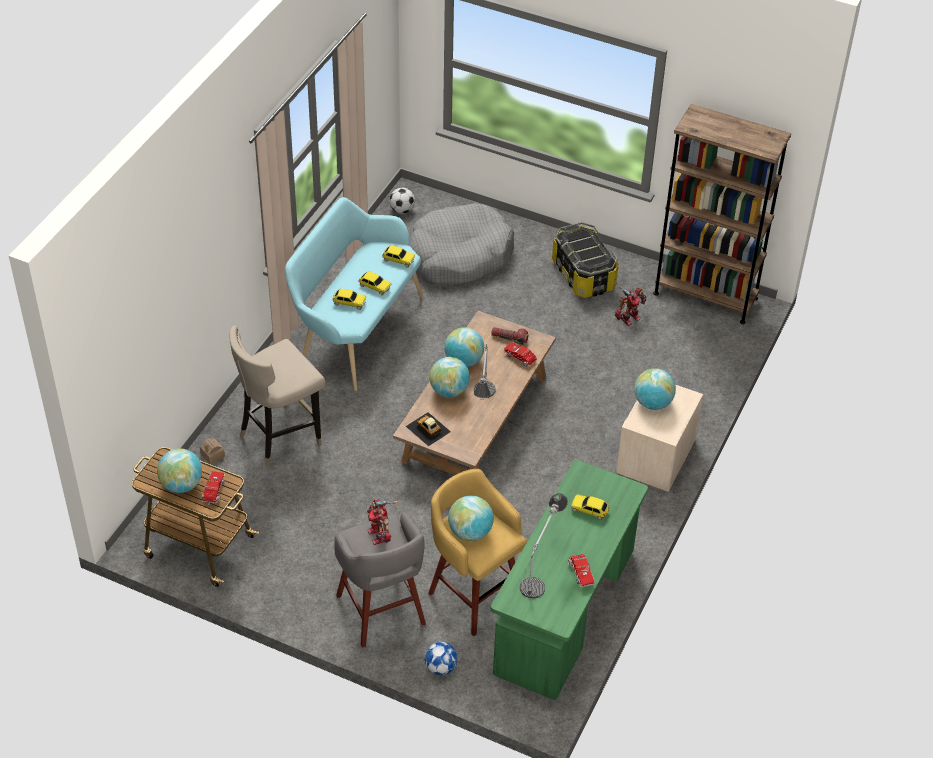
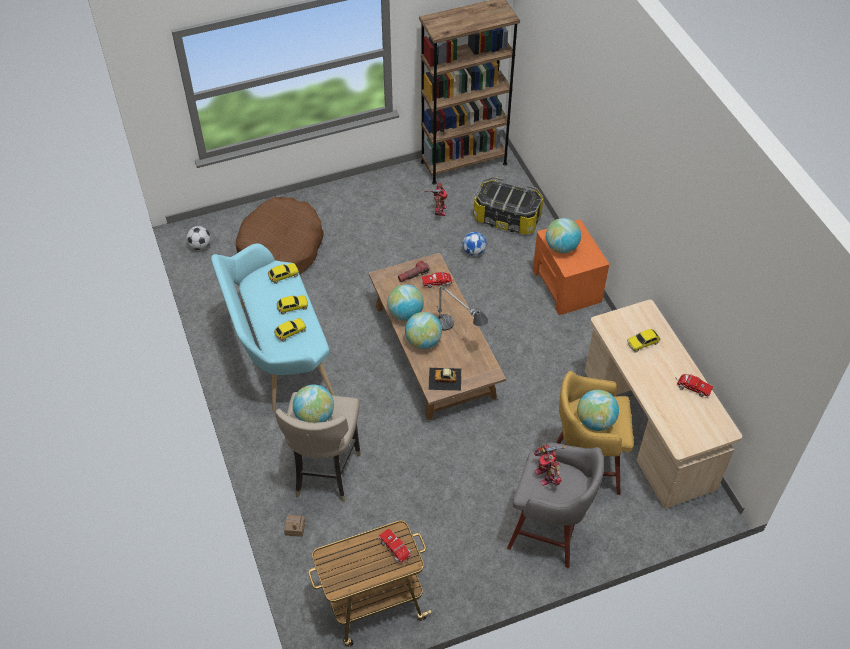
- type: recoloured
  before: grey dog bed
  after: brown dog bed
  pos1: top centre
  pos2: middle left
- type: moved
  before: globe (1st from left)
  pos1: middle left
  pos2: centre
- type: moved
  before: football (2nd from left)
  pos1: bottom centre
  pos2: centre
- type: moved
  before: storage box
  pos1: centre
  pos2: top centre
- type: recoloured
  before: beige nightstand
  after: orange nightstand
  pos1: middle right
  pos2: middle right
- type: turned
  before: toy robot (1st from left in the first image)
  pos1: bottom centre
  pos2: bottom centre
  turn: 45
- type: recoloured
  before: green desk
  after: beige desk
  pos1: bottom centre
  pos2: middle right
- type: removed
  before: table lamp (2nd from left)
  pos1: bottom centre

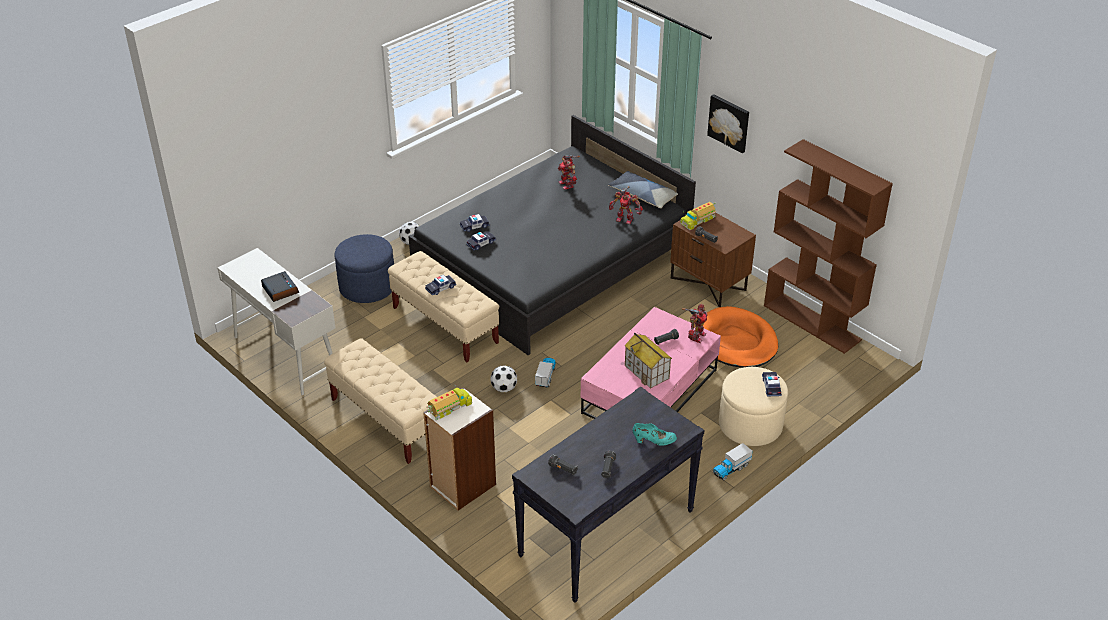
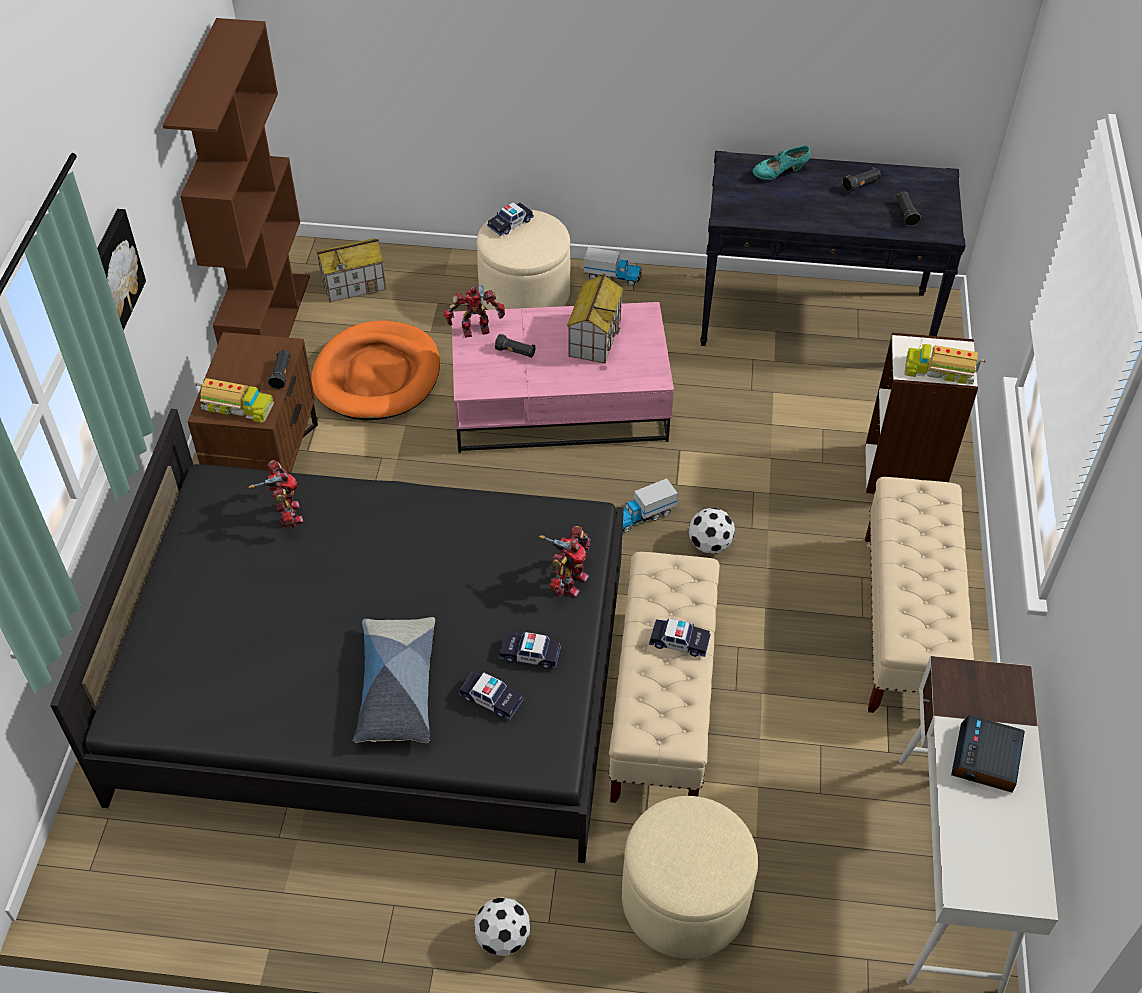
- type: added
  after: toy house (1st from left)
  pos2: top left
- type: moved
  before: pillow
  pos1: top centre
  pos2: bottom centre
- type: moved
  before: toy robot (1st from left in the first image)
  after: toy robot (3rd from left)
  pos1: top centre
  pos2: centre
- type: recoloured
  before: blue ottoman
  after: beige ottoman (2nd from left)
  pos1: middle left
  pos2: bottom centre
- type: turned
  before: turquoise shoe
  pos1: bottom centre
  pos2: top right
  turn: -75

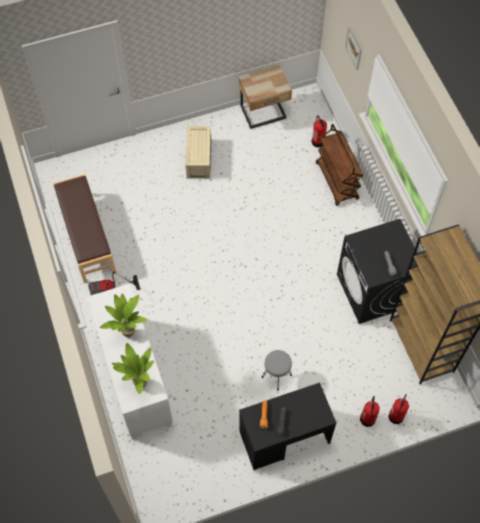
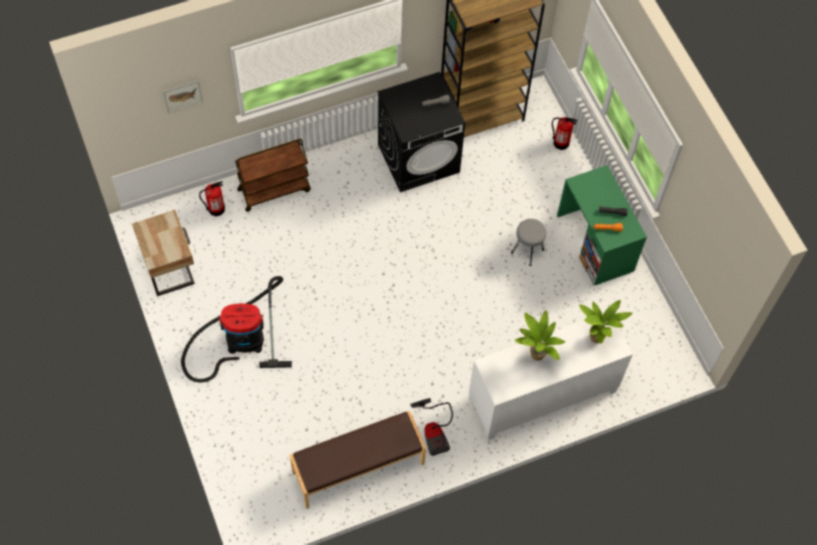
- type: replaced
  before: beige storage box
  after: vacuum cleaner (1st from left)
  pos1: top centre
  pos2: middle left
- type: recoloured
  before: black desk
  after: green desk
  pos1: bottom centre
  pos2: middle right
- type: removed
  before: fire extinguisher (2nd from left)
  pos1: bottom right

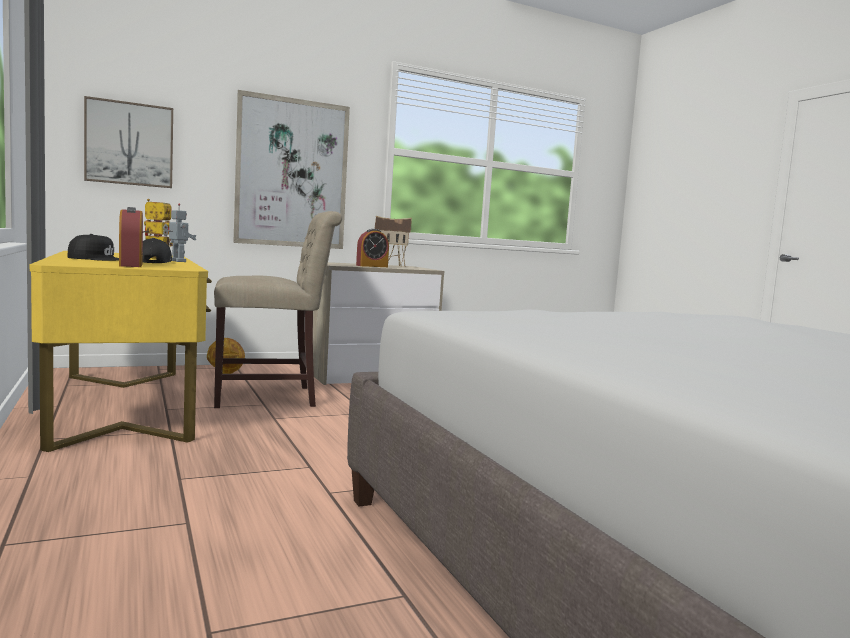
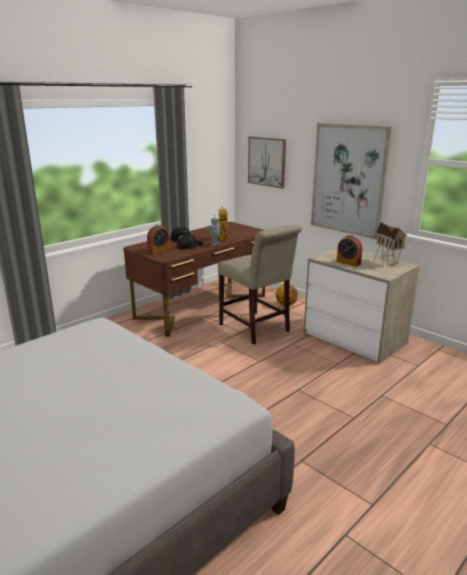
- type: recoloured
  before: yellow desk
  after: brown desk
  pos1: middle left
  pos2: centre

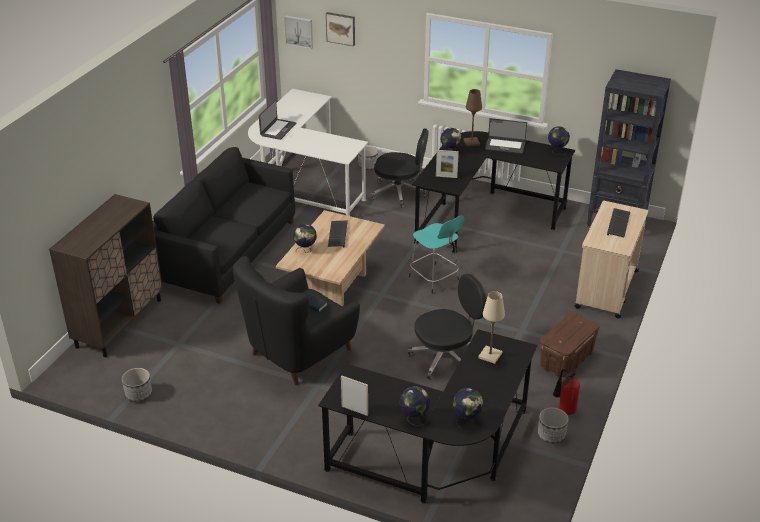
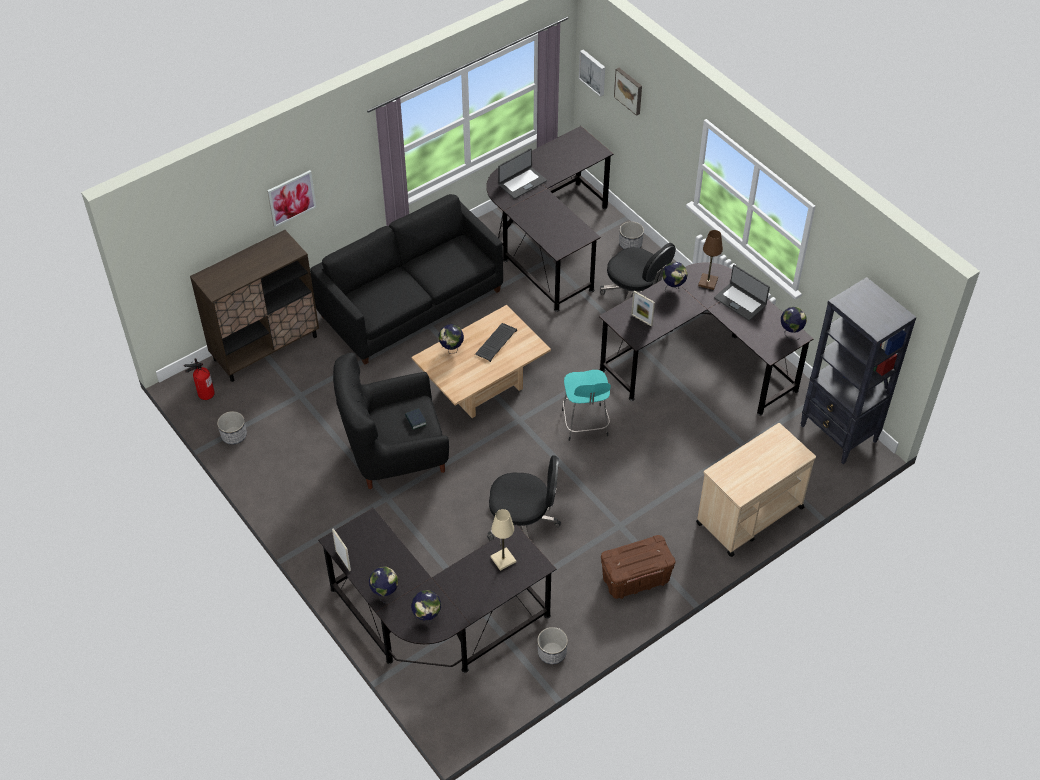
- type: moved
  before: fire extinguisher
  pos1: bottom right
  pos2: middle left
- type: added
  after: picture (1st from left)
  pos2: top left
- type: recoloured
  before: white desk
  after: black desk (2nd from left)
  pos1: top centre
  pos2: top centre
- type: removed
  before: keyboard (2nd from left)
  pos1: middle right

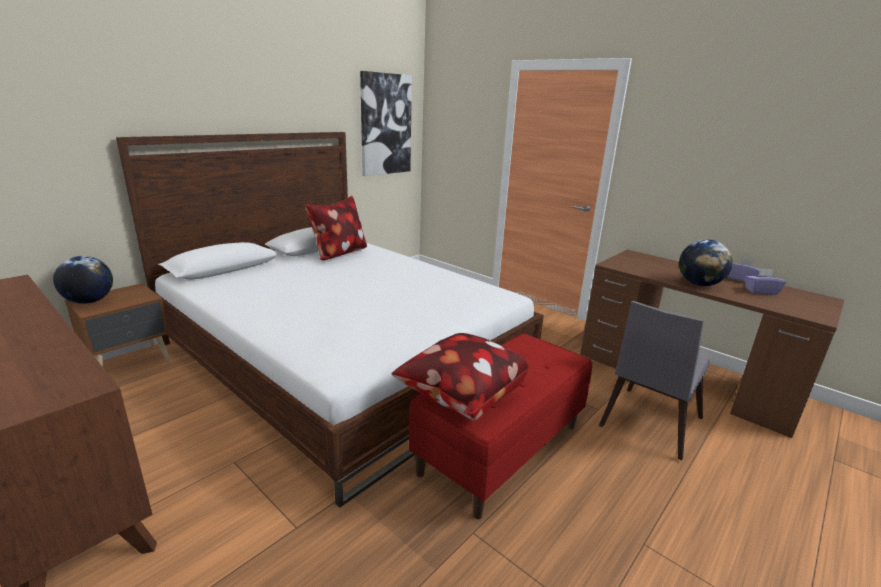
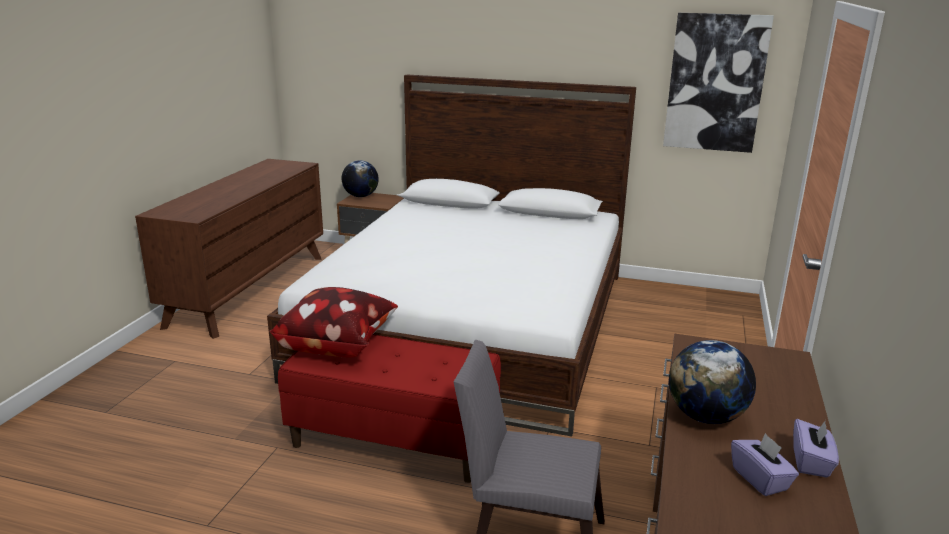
- type: removed
  before: pillow (1st from left)
  pos1: centre

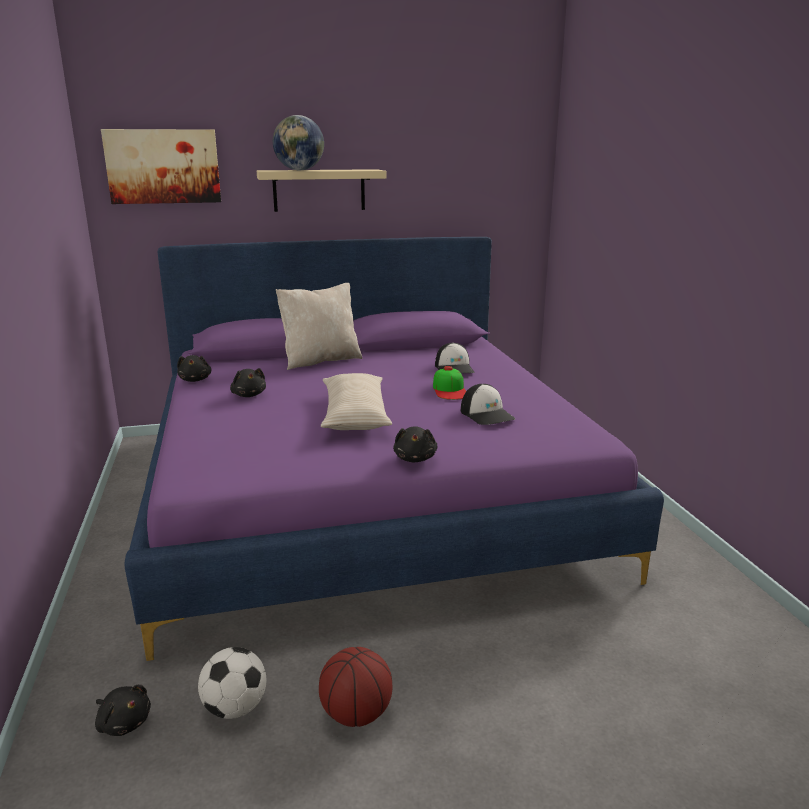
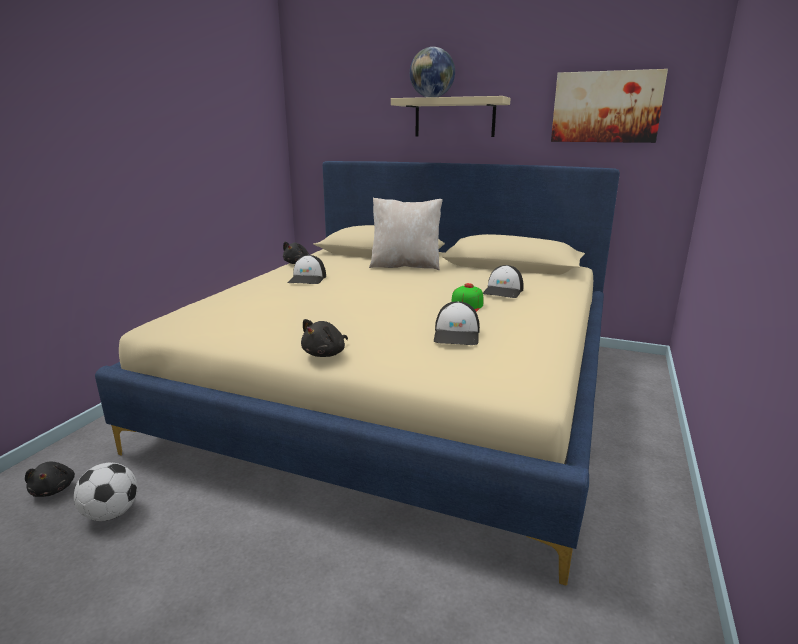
- type: recoloured
  before: purple bed
  after: beige bed
  pos1: centre
  pos2: centre
- type: replaced
  before: black plush toy (3rd from left)
  after: cap (1st from left)
  pos1: middle left
  pos2: centre
- type: moved
  before: picture
  pos1: top left
  pos2: top right
- type: removed
  before: basketball
  pos1: bottom centre
- type: removed
  before: beige pillow (2nd from left)
  pos1: centre

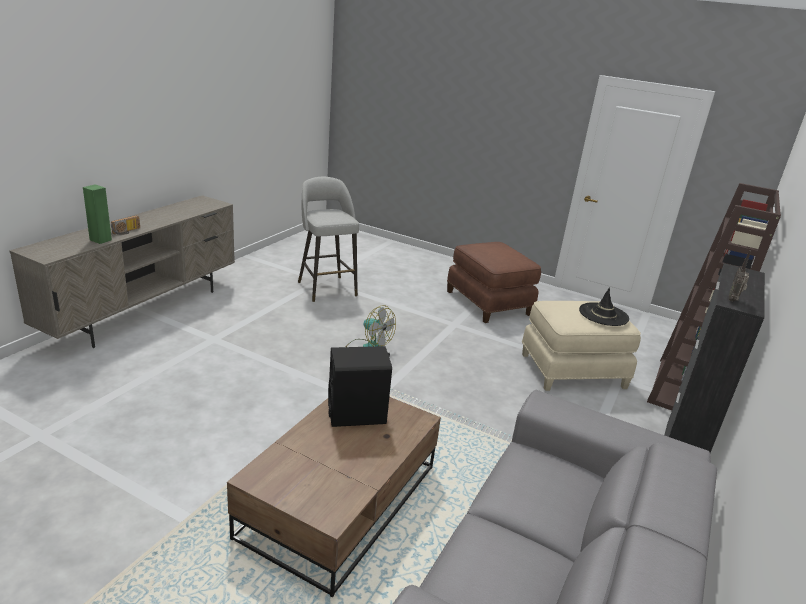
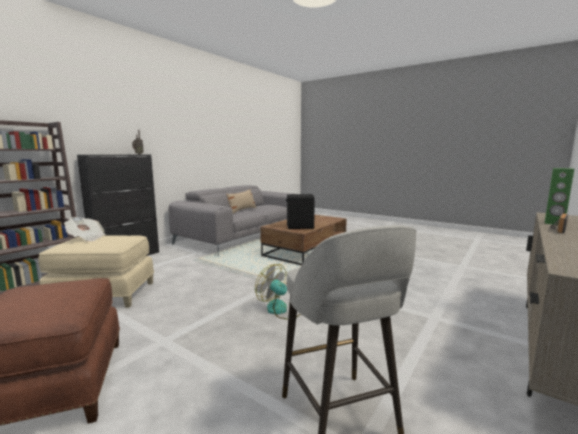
- type: replaced
  before: black hat
  after: newspaper
  pos1: middle right
  pos2: middle left
- type: added
  after: beige pillow
  pos2: centre

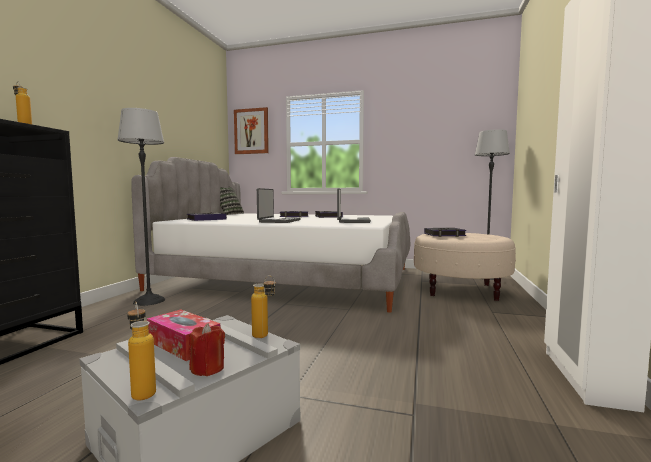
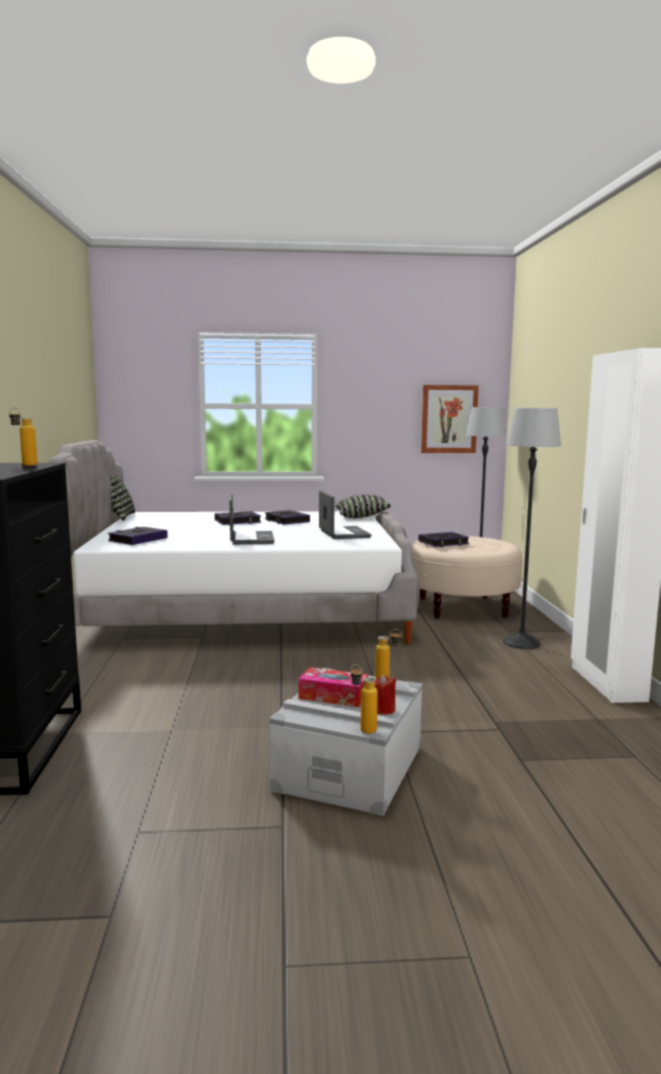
- type: added
  after: pillow (2nd from left)
  pos2: centre
- type: moved
  before: picture
  pos1: top centre
  pos2: middle right
- type: moved
  before: floor lamp (1st from left in the first image)
  after: floor lamp (2nd from left)
  pos1: middle left
  pos2: middle right

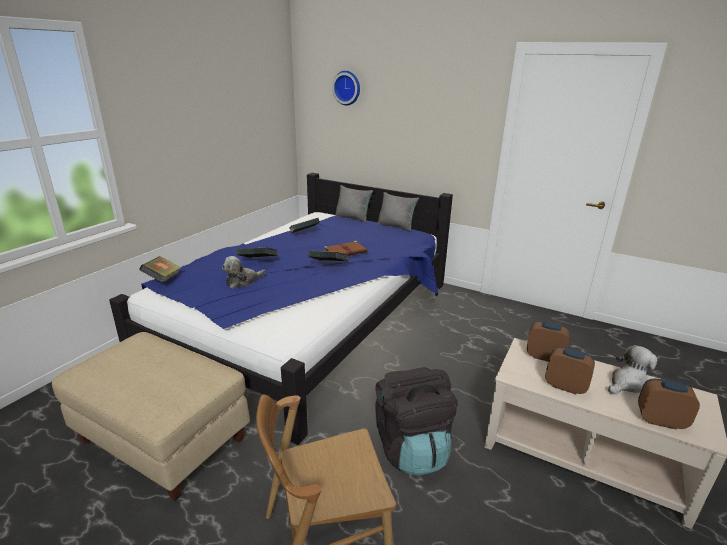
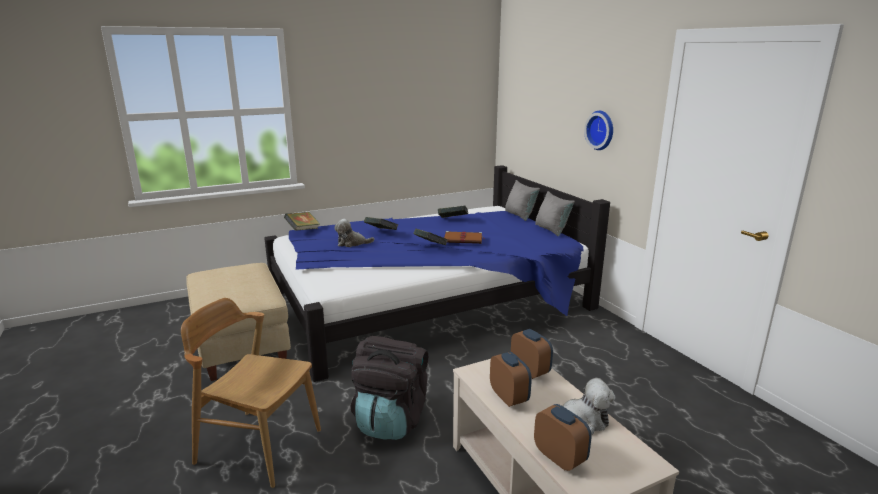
- type: moved
  before: wall clock
  pos1: top centre
  pos2: top right

